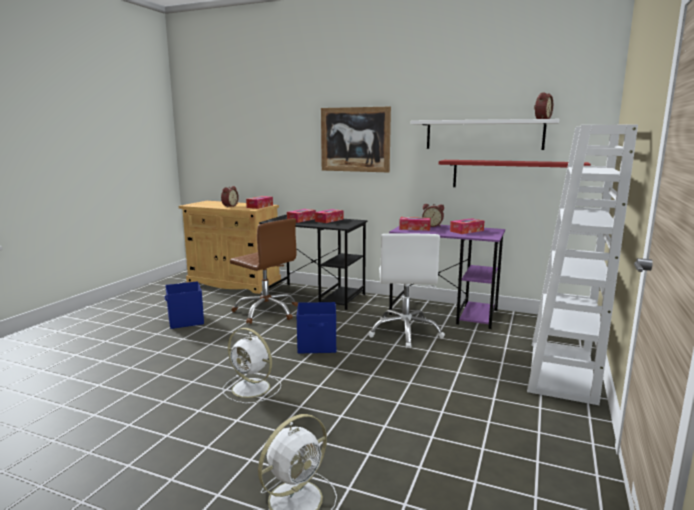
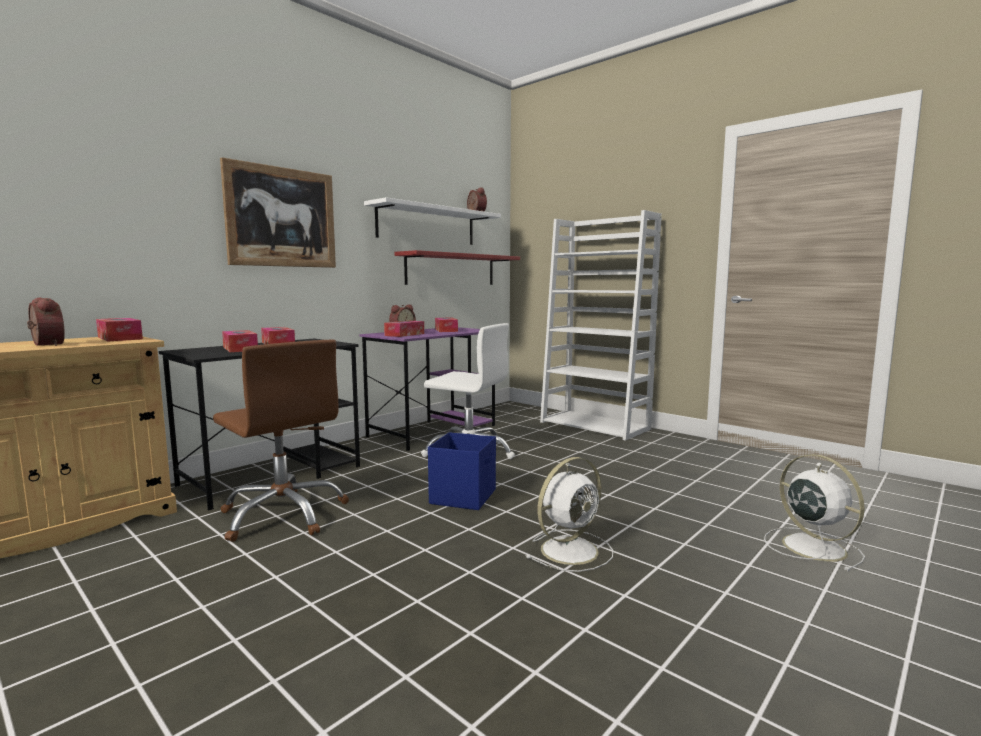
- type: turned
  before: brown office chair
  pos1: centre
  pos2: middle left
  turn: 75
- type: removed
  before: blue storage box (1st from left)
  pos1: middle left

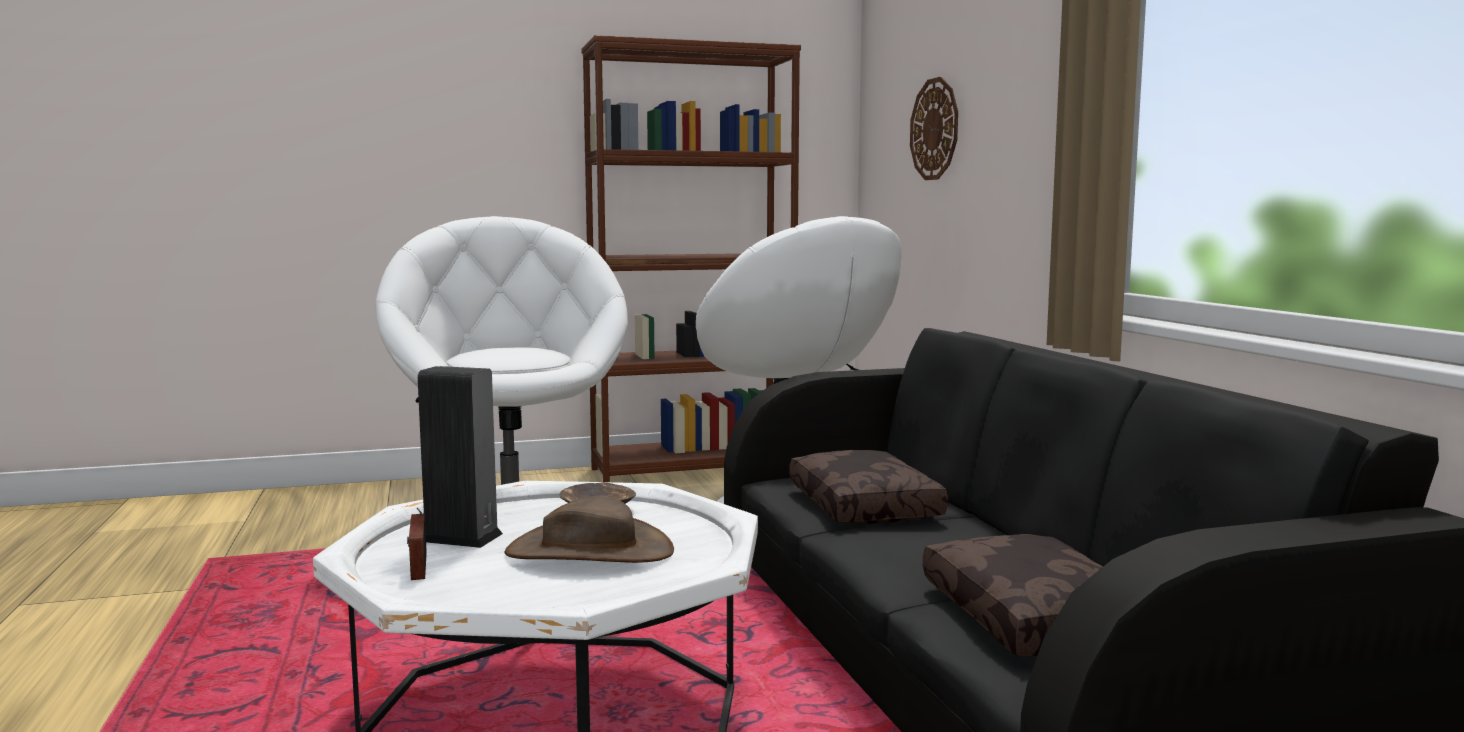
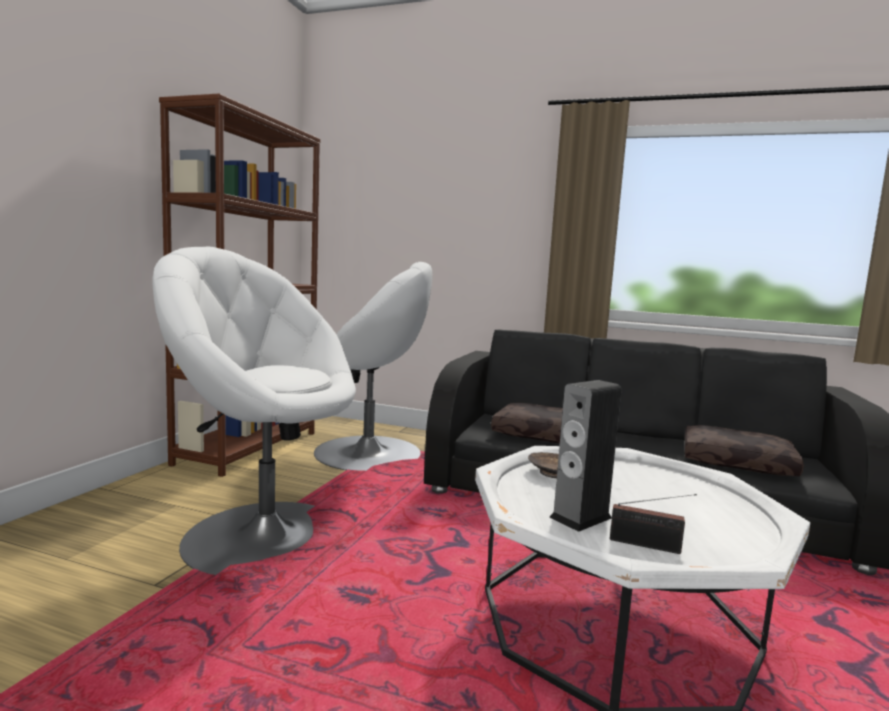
- type: removed
  before: brown hat
  pos1: bottom centre
- type: removed
  before: wall clock
  pos1: top centre

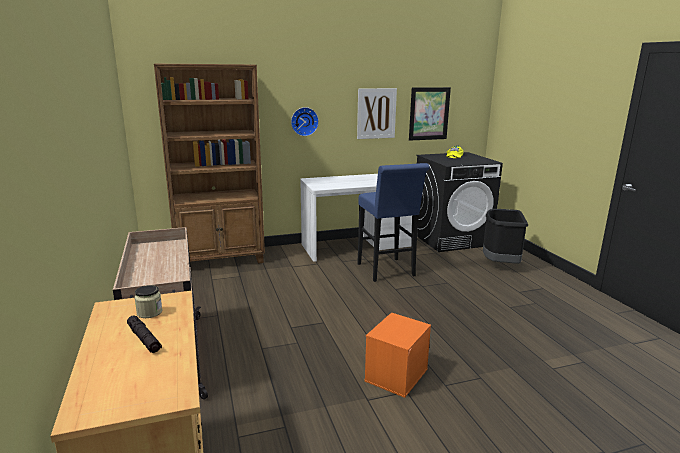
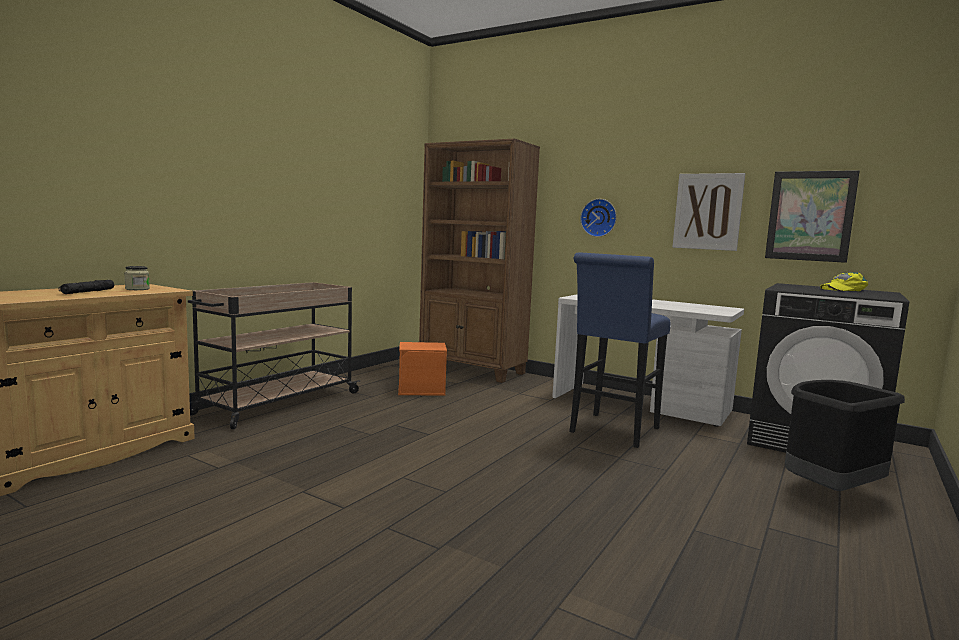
- type: moved
  before: orange storage box
  pos1: bottom centre
  pos2: centre

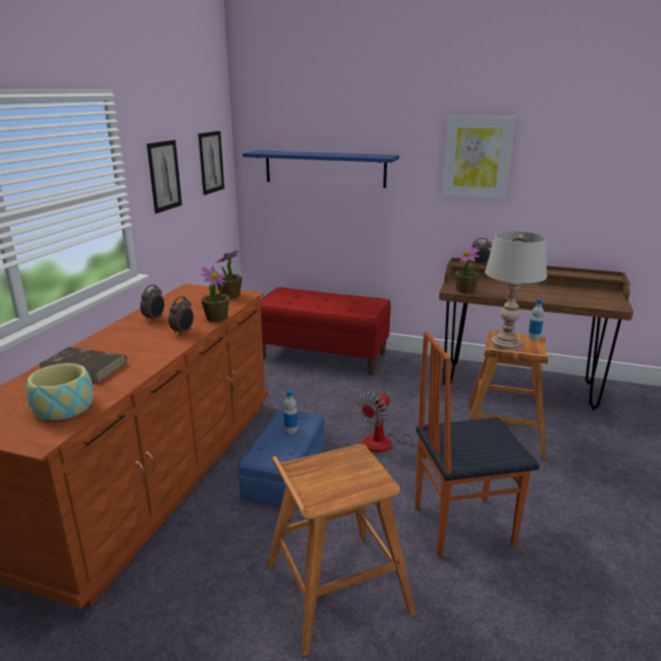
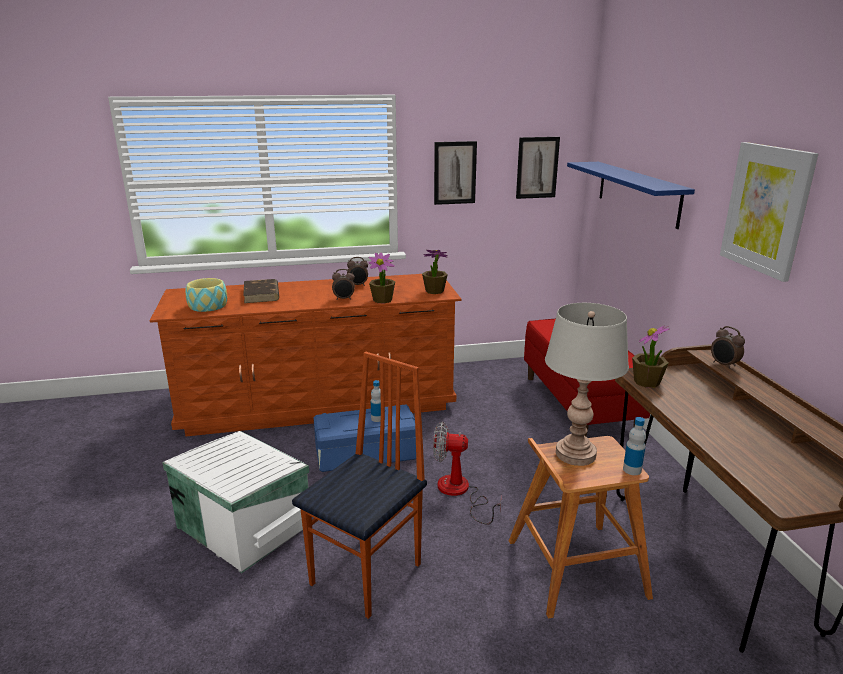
- type: replaced
  before: brown stool (1st from left)
  after: white storage box
  pos1: bottom centre
  pos2: bottom left
- type: turned
  before: chair
  pos1: bottom right
  pos2: bottom centre
  turn: 75

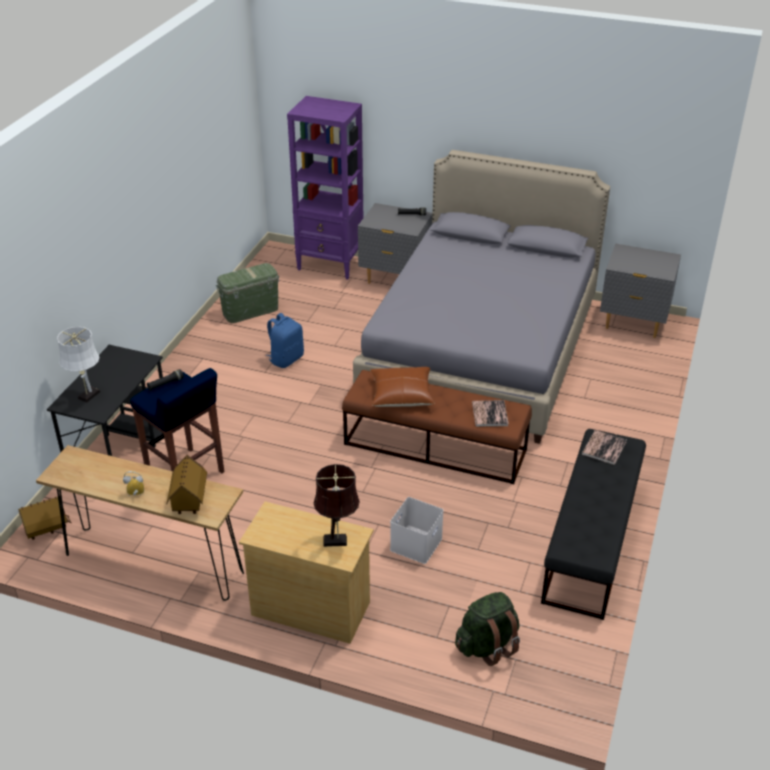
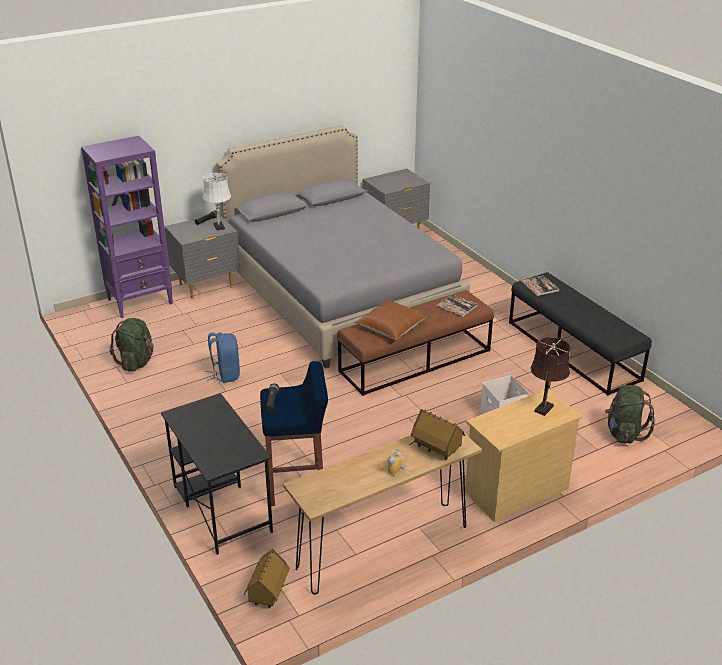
- type: replaced
  before: green storage box
  after: green backpack (1st from left)
  pos1: middle left
  pos2: middle left
- type: moved
  before: white table lamp
  pos1: middle left
  pos2: top left

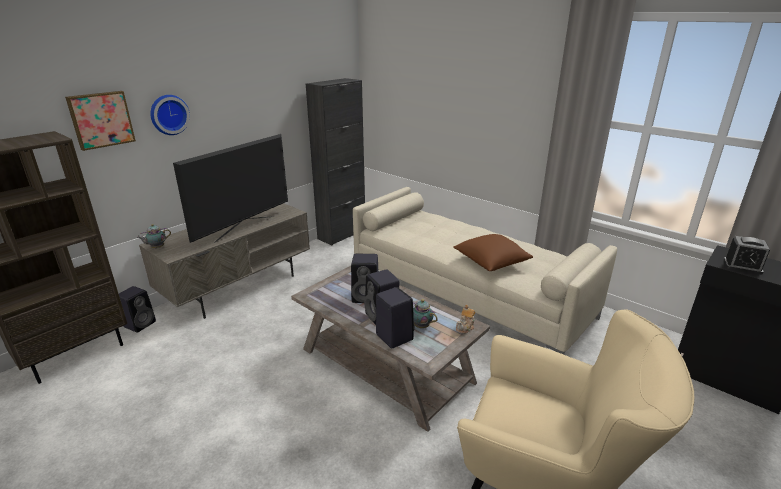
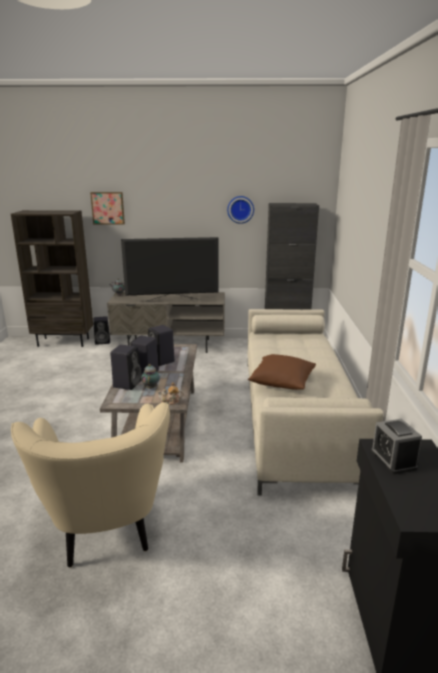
- type: moved
  before: wall clock
  pos1: top left
  pos2: top centre

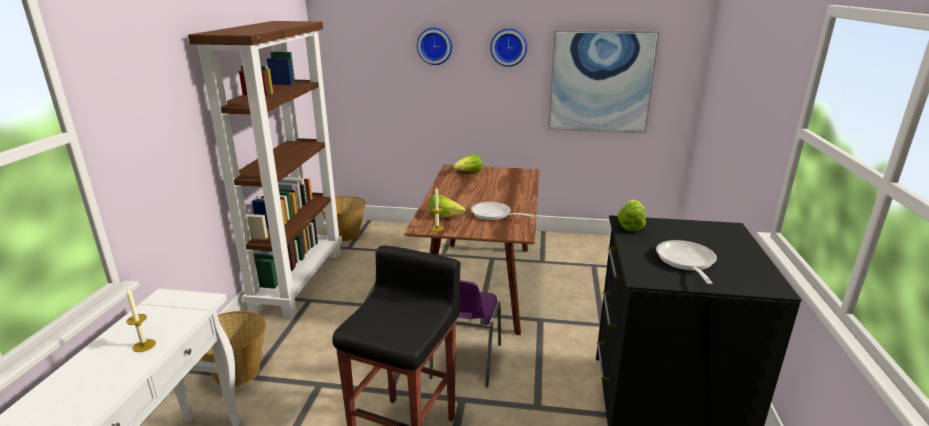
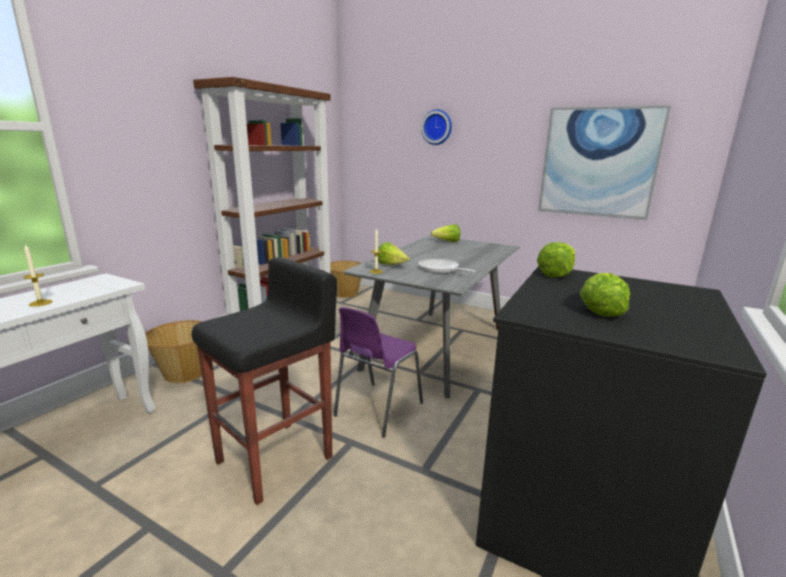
- type: recoloured
  before: brown dining table
  after: grey dining table
  pos1: centre
  pos2: centre
- type: replaced
  before: frying pan (2nd from left)
  after: lettuce (4th from left)
  pos1: middle right
  pos2: middle right
- type: removed
  before: wall clock (2nd from left)
  pos1: top centre

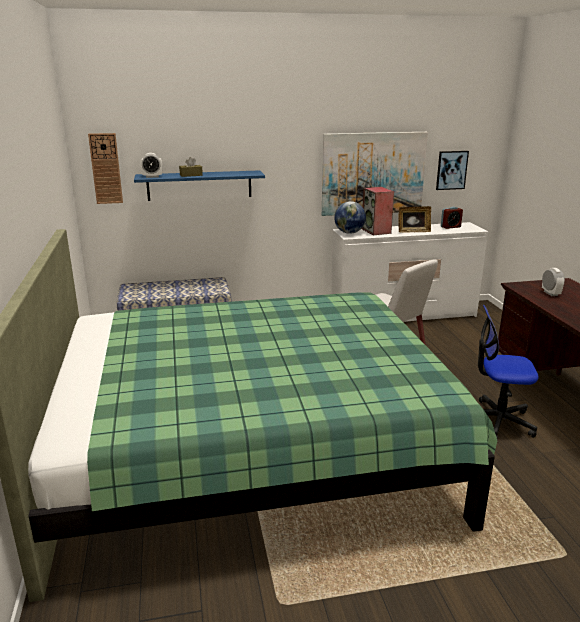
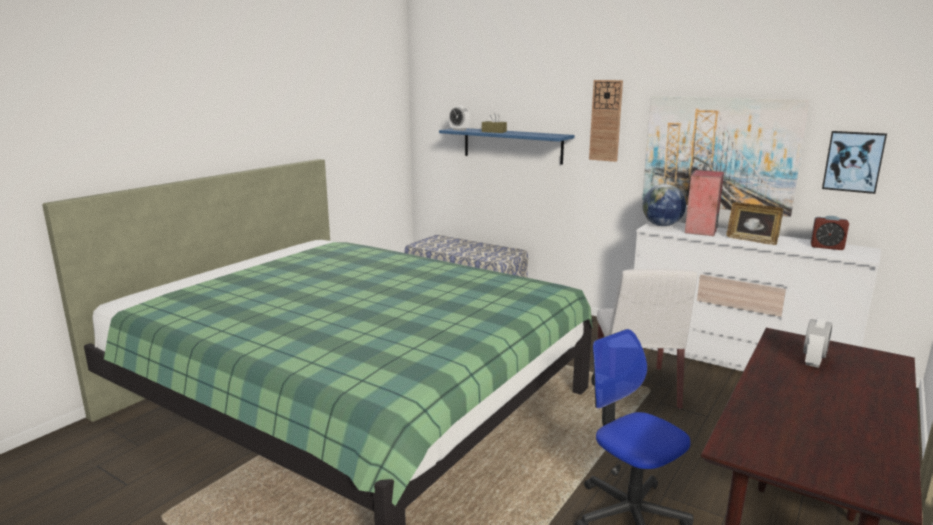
- type: moved
  before: wall clock
  pos1: top left
  pos2: top centre

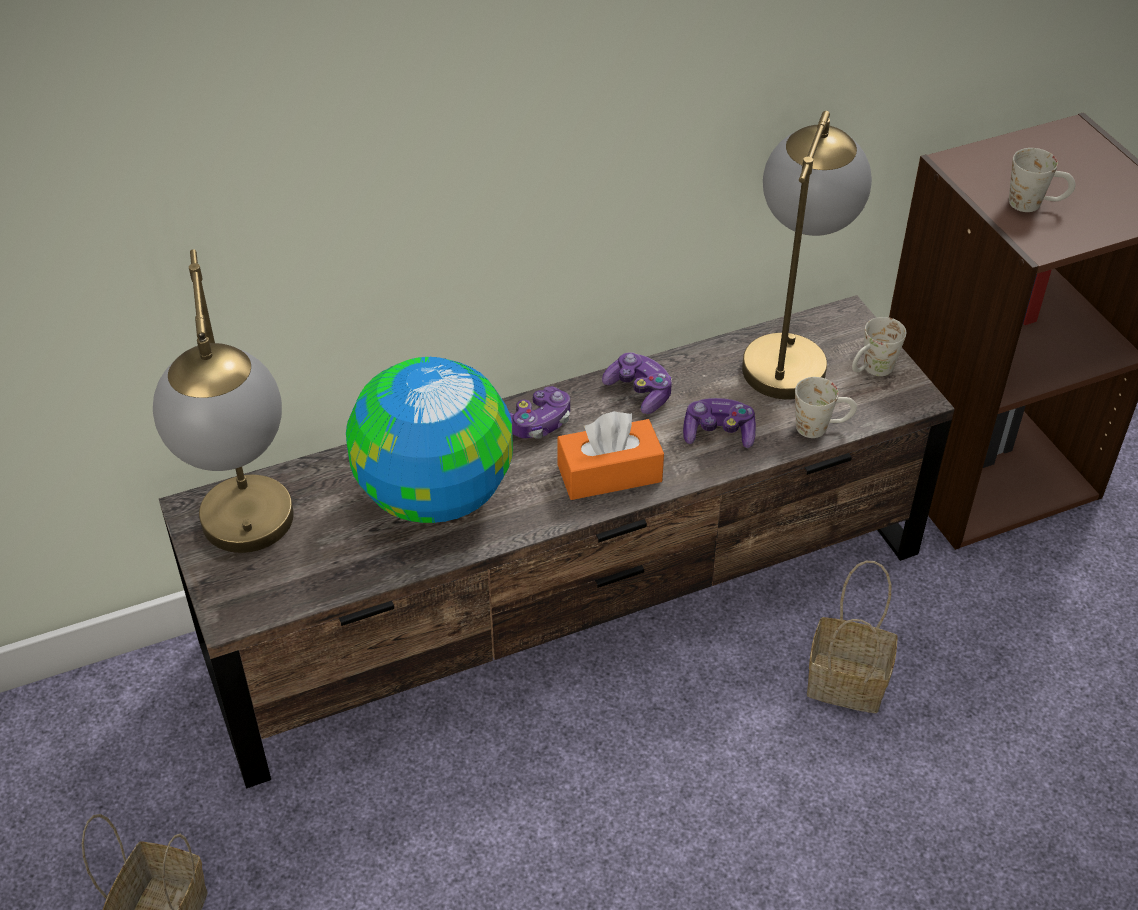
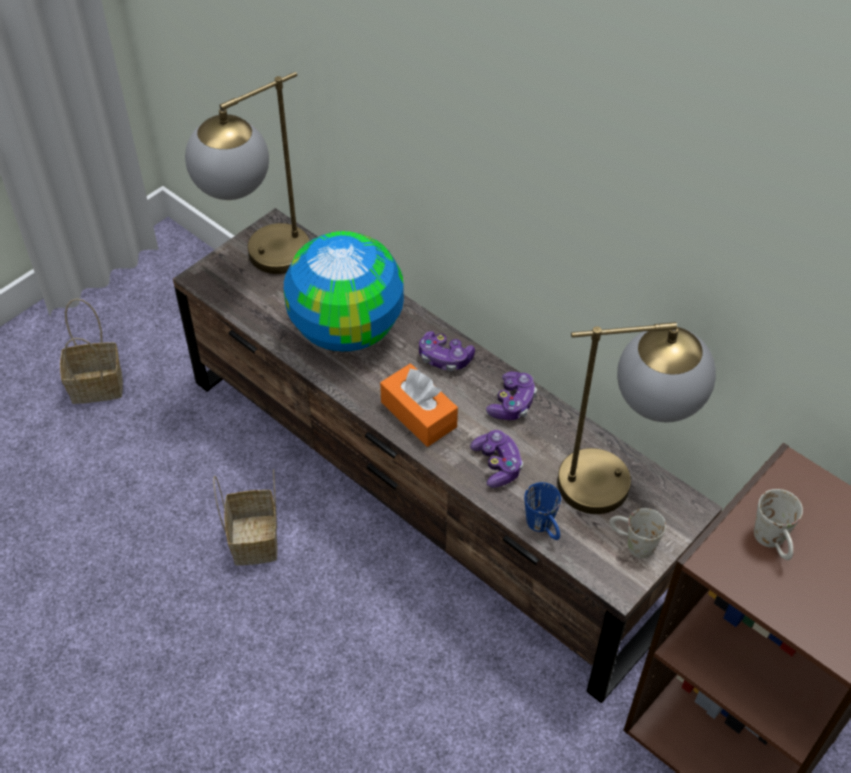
- type: moved
  before: basket (2nd from left)
  pos1: bottom right
  pos2: bottom left
- type: recoloured
  before: white mug (1st from left)
  after: blue mug
  pos1: middle right
  pos2: centre

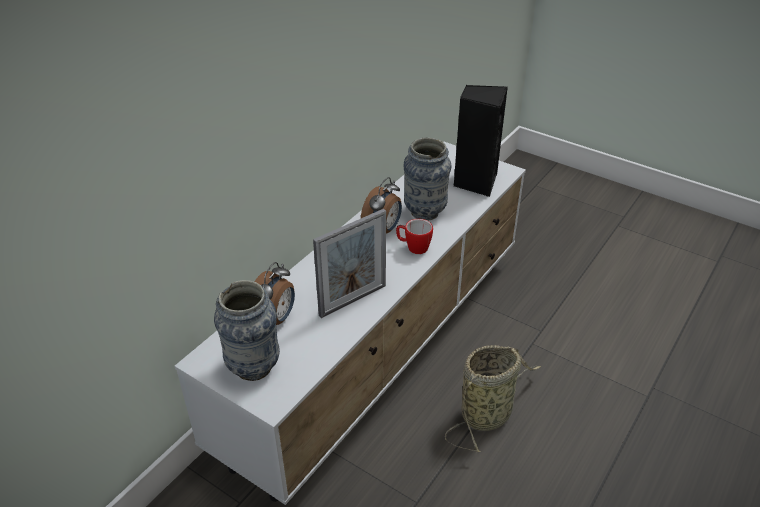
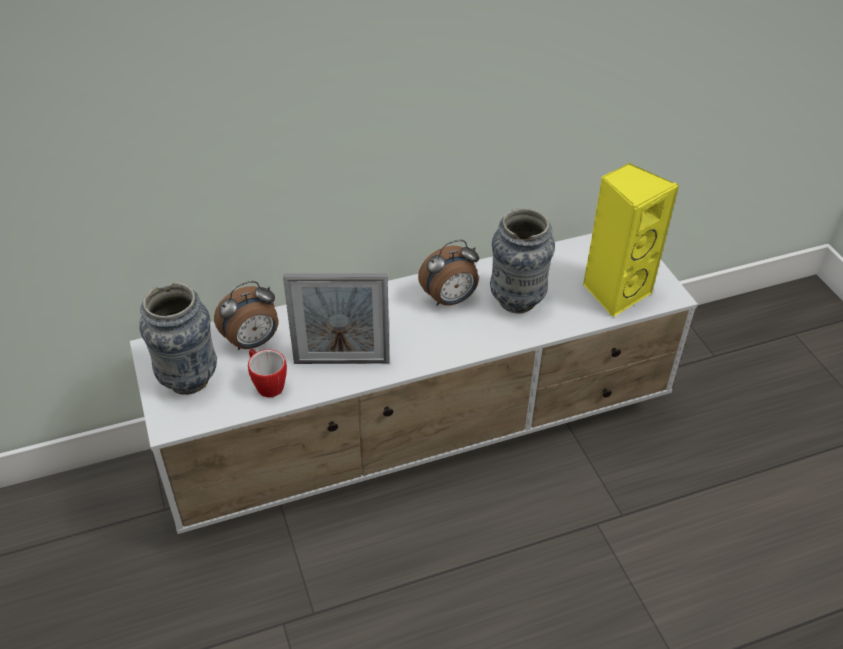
- type: moved
  before: mug
  pos1: centre
  pos2: middle left
- type: recoloured
  before: black speaker
  after: yellow speaker
  pos1: top centre
  pos2: middle right
- type: removed
  before: basket
  pos1: bottom centre

